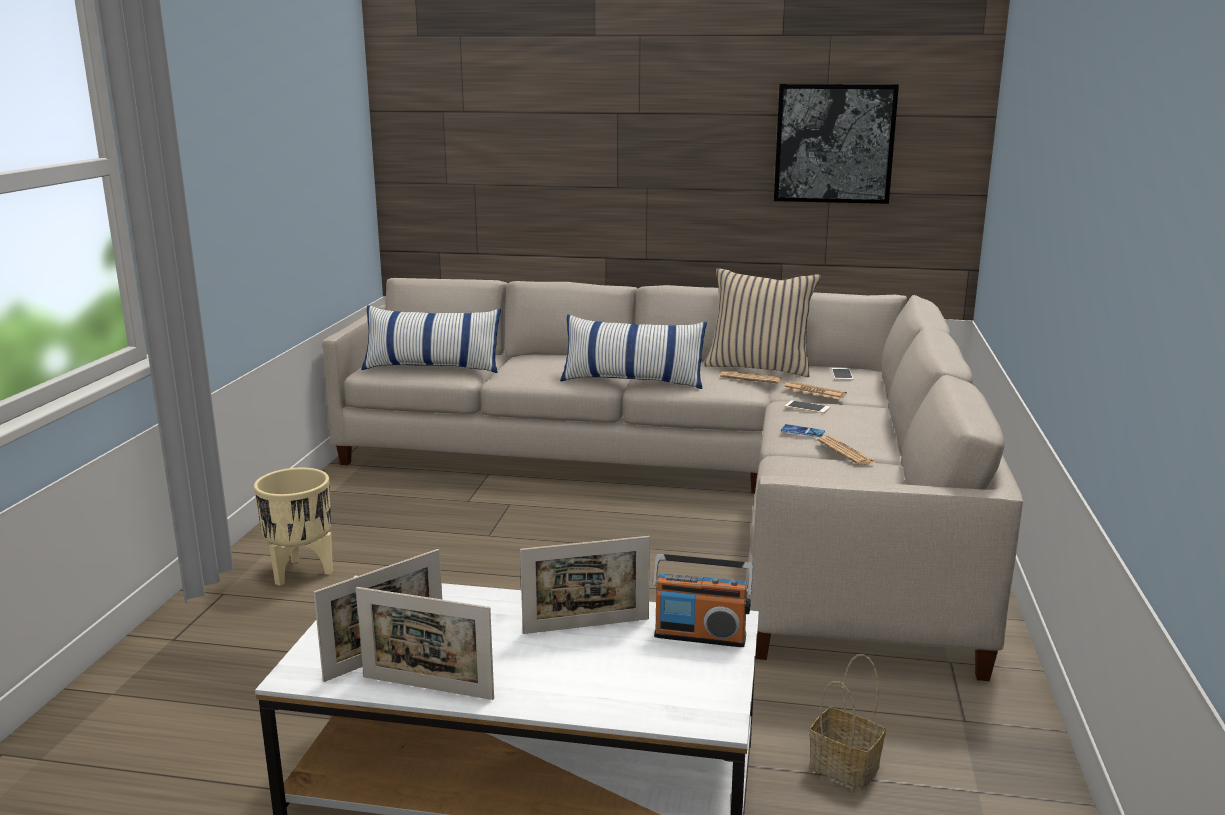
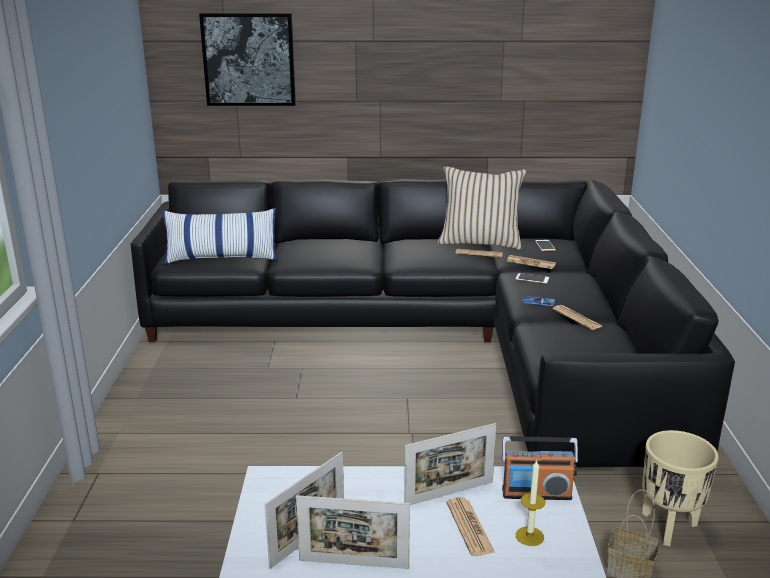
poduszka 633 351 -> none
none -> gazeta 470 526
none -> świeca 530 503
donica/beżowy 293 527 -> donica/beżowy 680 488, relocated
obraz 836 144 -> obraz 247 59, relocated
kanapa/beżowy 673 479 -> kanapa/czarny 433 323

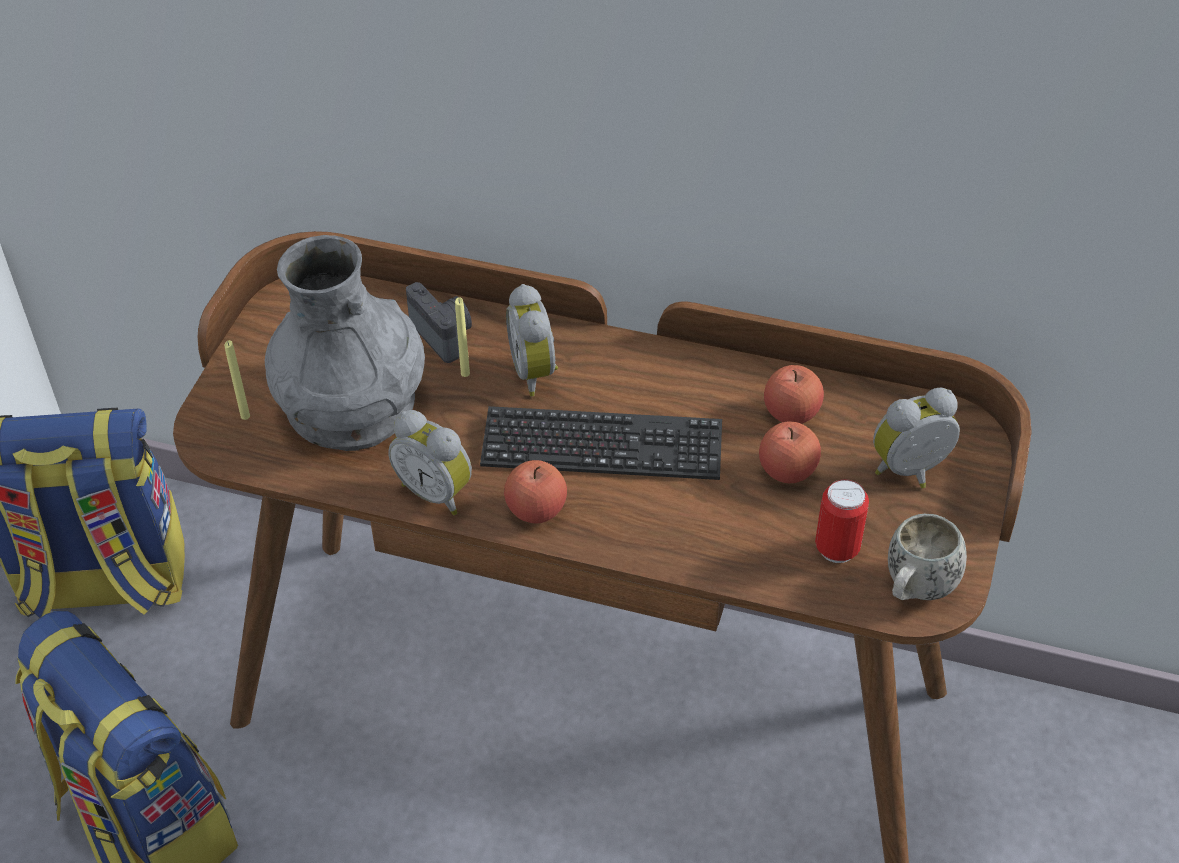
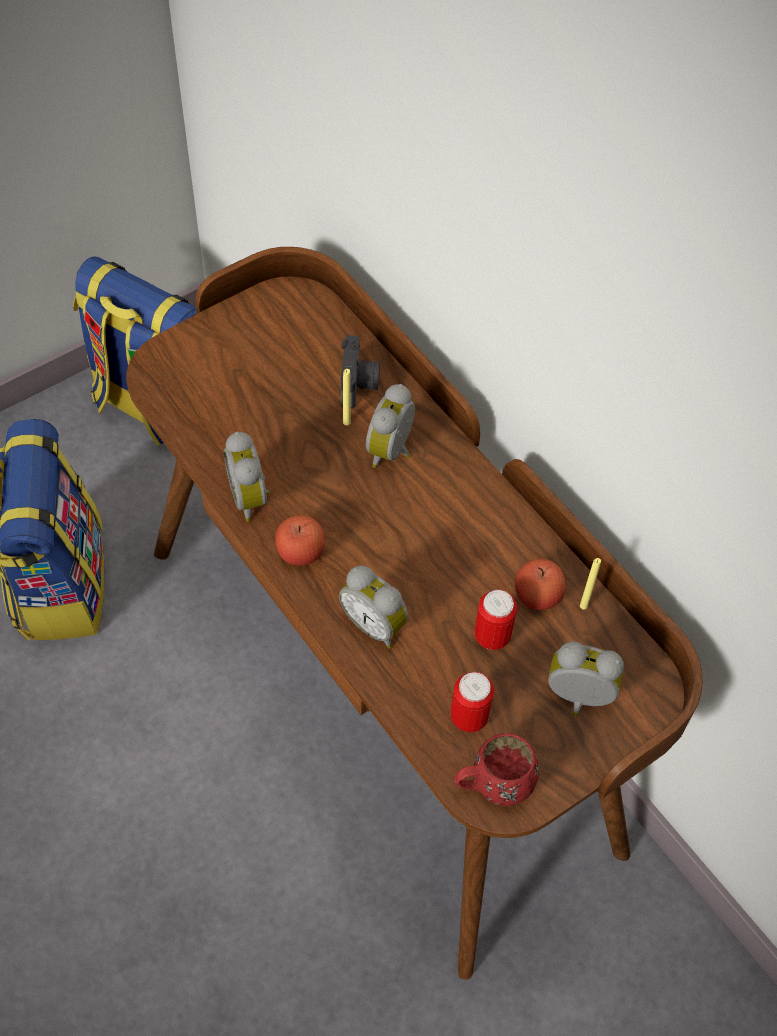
wazon/szary 345 343 -> none
klawiatura 601 443 -> none
none -> budzik 373 607
świeca/żółty 237 380 -> świeca/żółty 590 584, relocated
jabłko 790 452 -> puszka 495 619
kubek/biały 927 557 -> kubek/czerwony 496 769

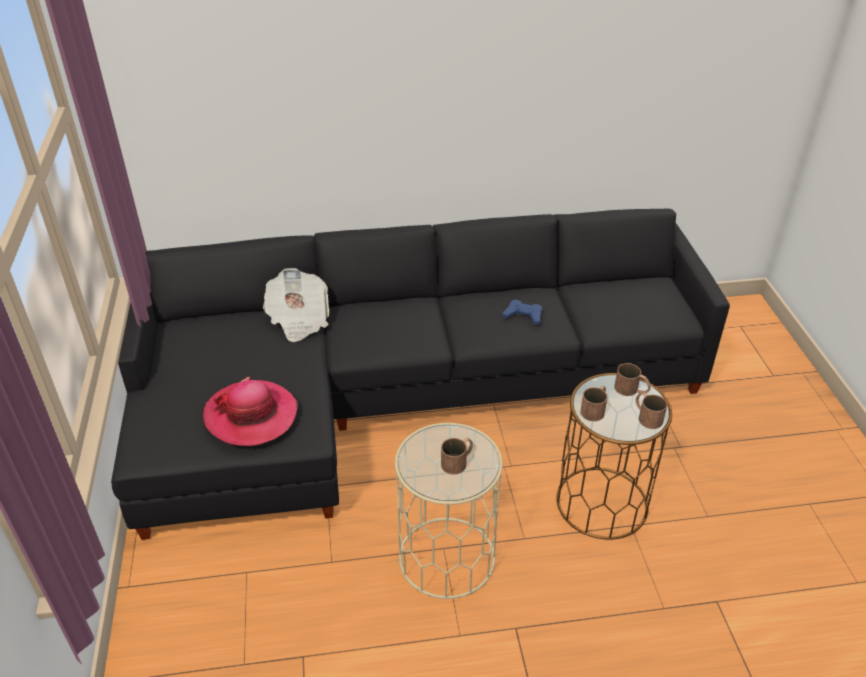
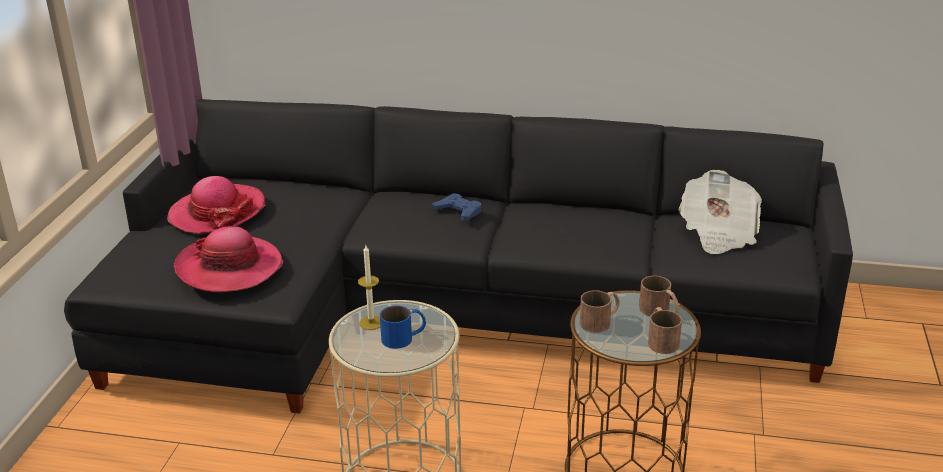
none -> kapelusz 216 205
none -> świeca 369 287
gazeta 296 305 -> gazeta 720 212, relocated
pad do gier/niebieski 522 312 -> pad do gier/niebieski 456 207, relocated
kubek/brązowy 457 456 -> kubek/niebieski 403 327

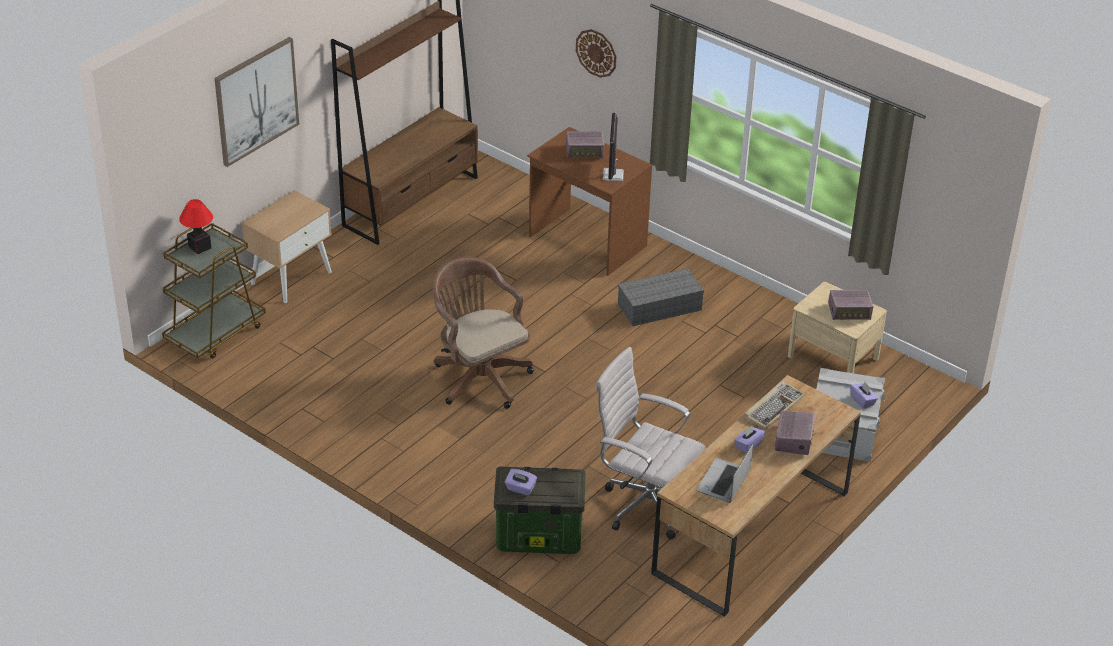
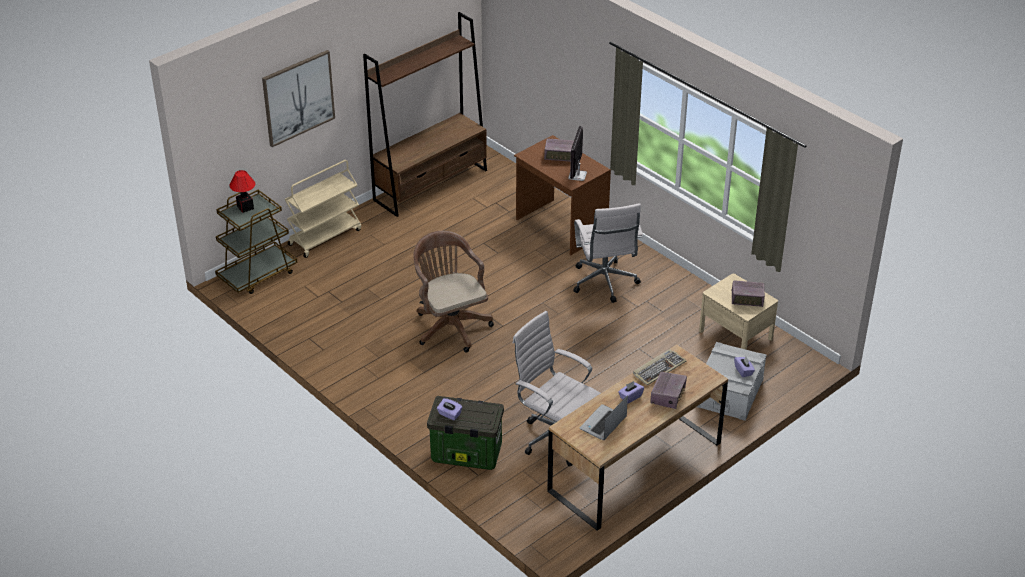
zegar ścienny 596 53 -> none
szafka nocna/beżowy 287 246 -> wózek/beżowy 323 209
pojemnik do przechowywania/szary 661 297 -> krzesło biurowe/biały 608 253

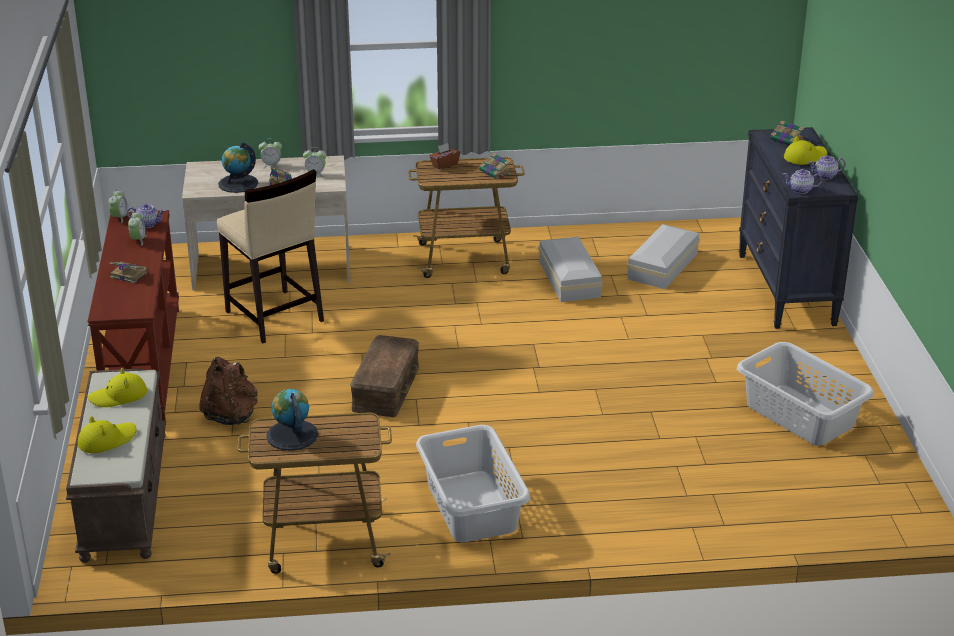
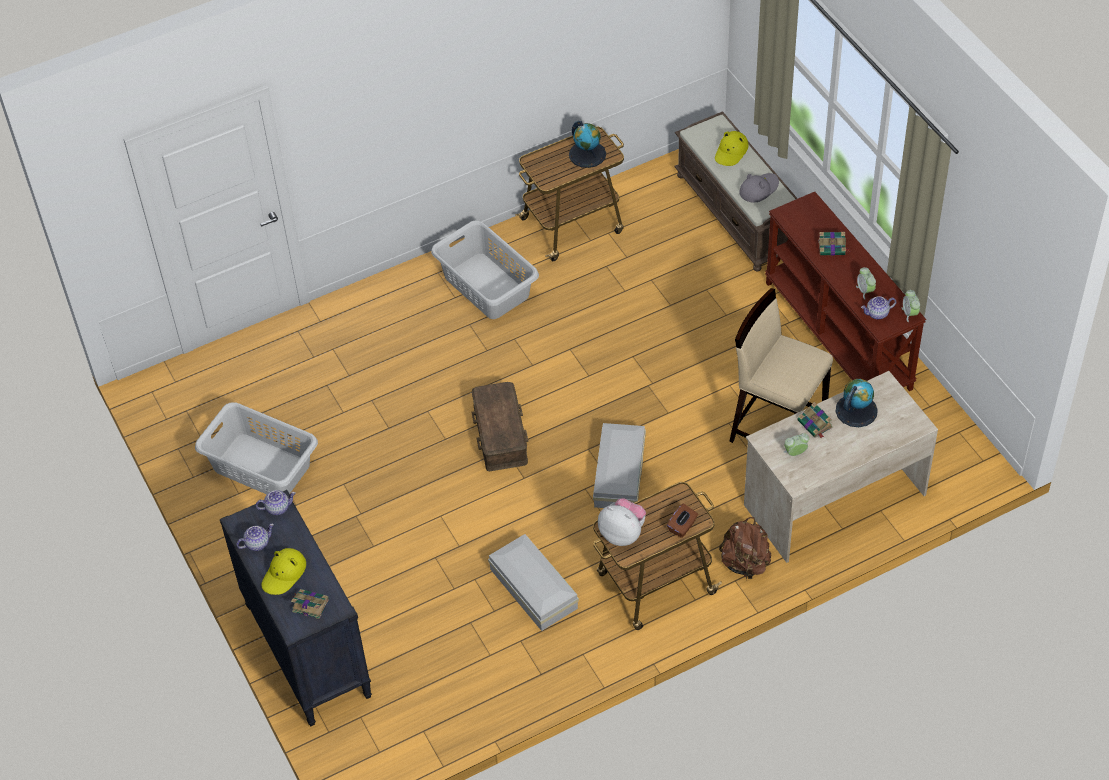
budzik 270 153 -> none
plecak/brązowy 228 391 -> plecak/brązowy 745 549, relocated
pojemnik do przechowywania/brązowy 384 376 -> pojemnik do przechowywania/brązowy 500 426, relocated
pojemnik do przechowywania/biały 663 256 -> pojemnik do przechowywania/biały 619 465, relocated
książka 495 166 -> pluszak 622 522
kapelusz/żółty 117 387 -> kapelusz/szary 759 188

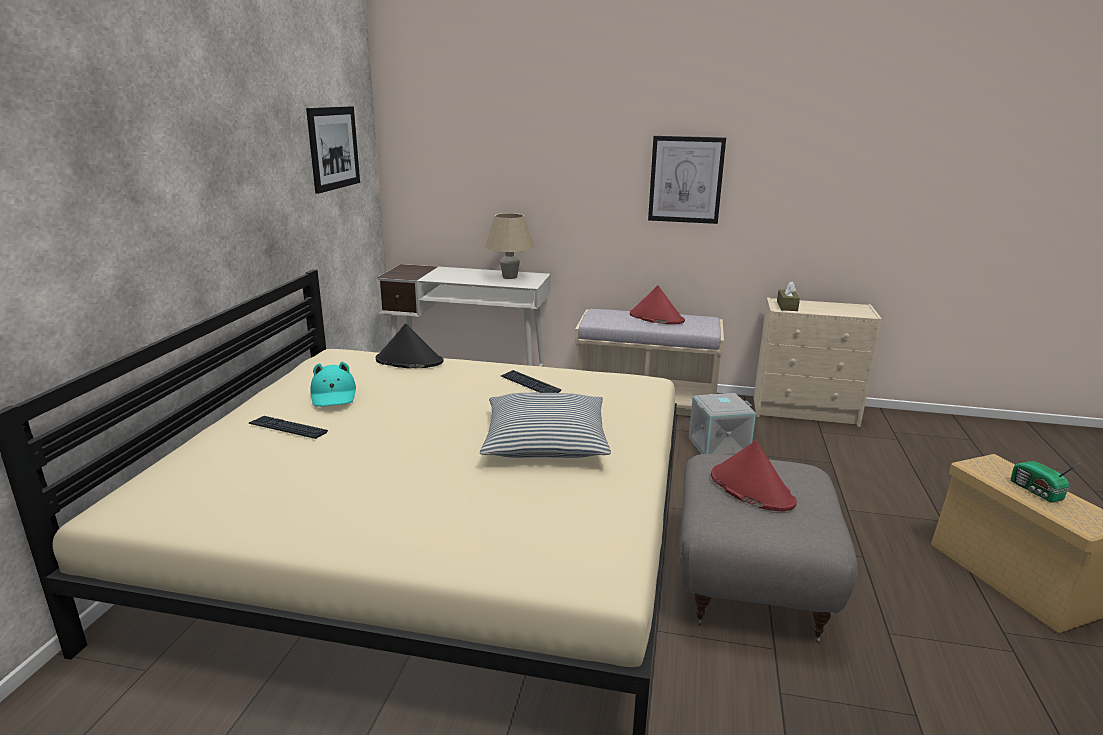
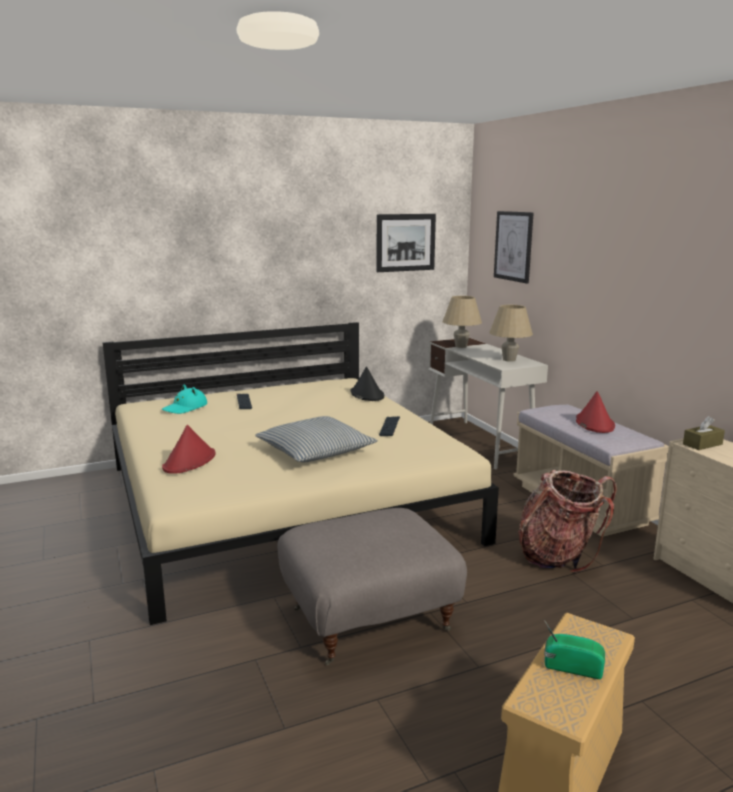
none -> lampa stołowa/beżowy 462 322
kapelusz/turkusowy 333 384 -> kapelusz/turkusowy 184 399, relocated
obraz 687 180 -> obraz 513 247, relocated
kapelusz/czerwony 754 475 -> kapelusz/czerwony 189 449, relocated
pojemnik do przechowywania/szary 722 424 -> plecak 567 521
radio 1046 482 -> radio 574 649, 75 degrees clockwise

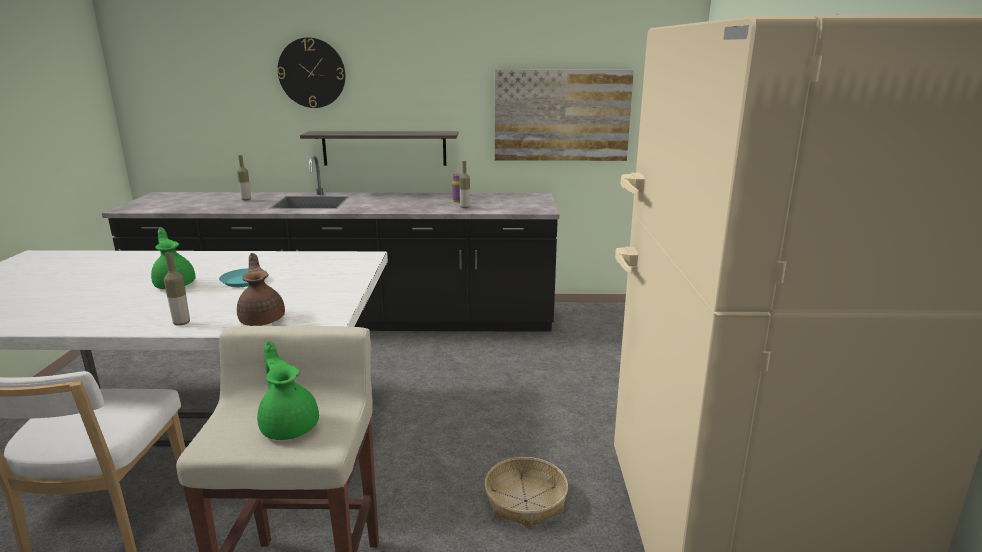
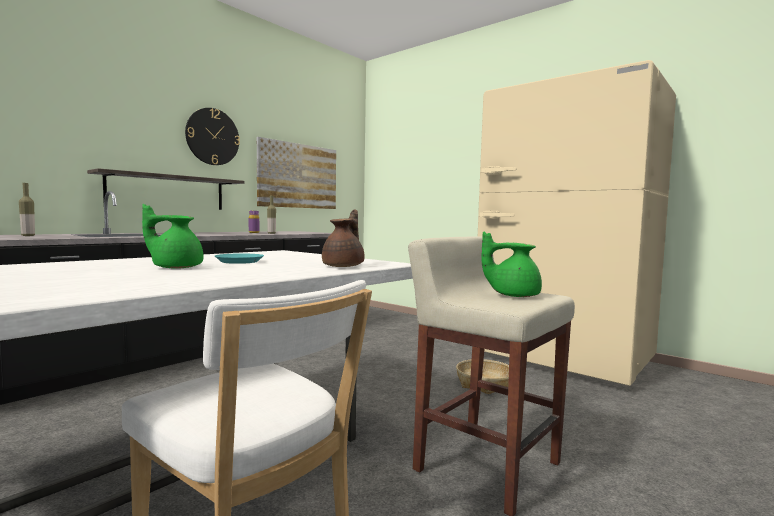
butelka 177 289 -> none
zegar ścienny 311 73 -> zegar ścienny 212 136, relocated
imbryk/brązowy 261 289 -> imbryk/brązowy 343 238, 90 degrees clockwise

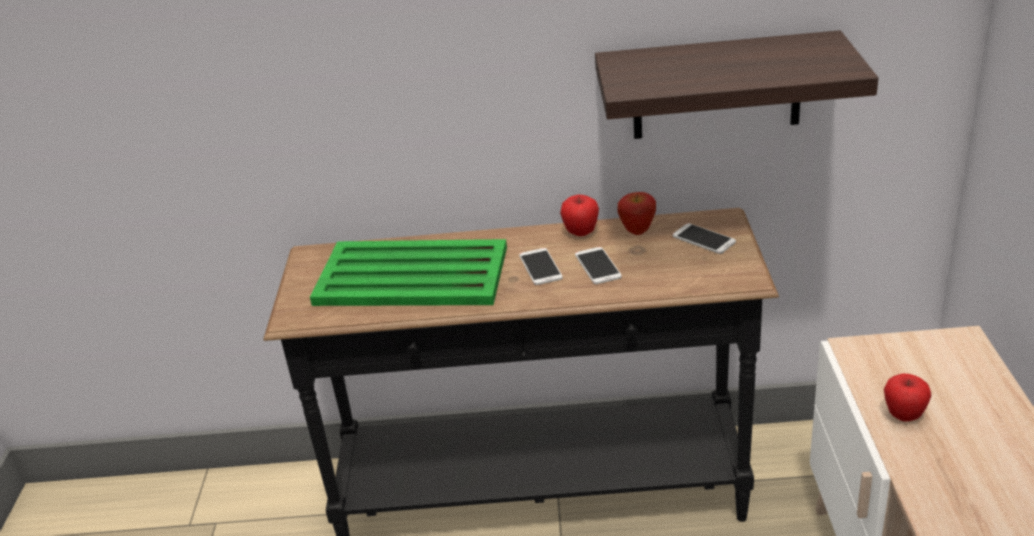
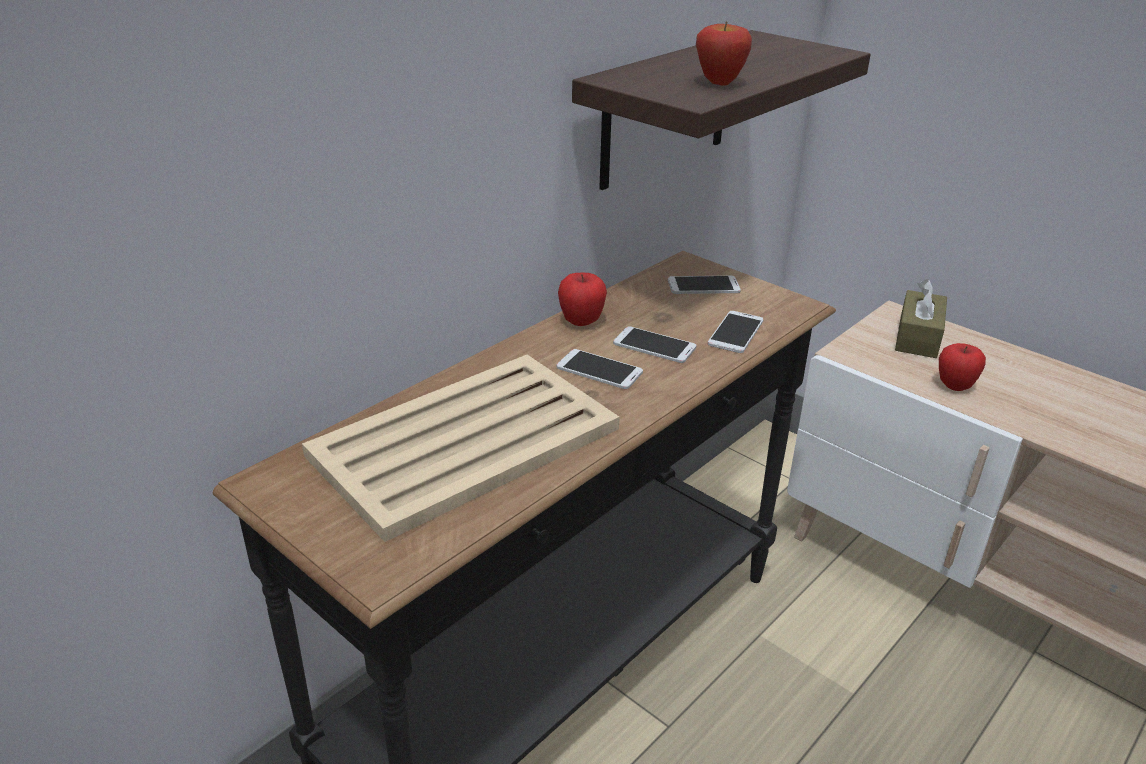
none -> telefon 736 332
none -> pudełko chusteczek/brązowy 921 318
jabłko 637 213 -> jabłko 724 53, relocated
taca/zielony 408 272 -> taca/beżowy 461 448

